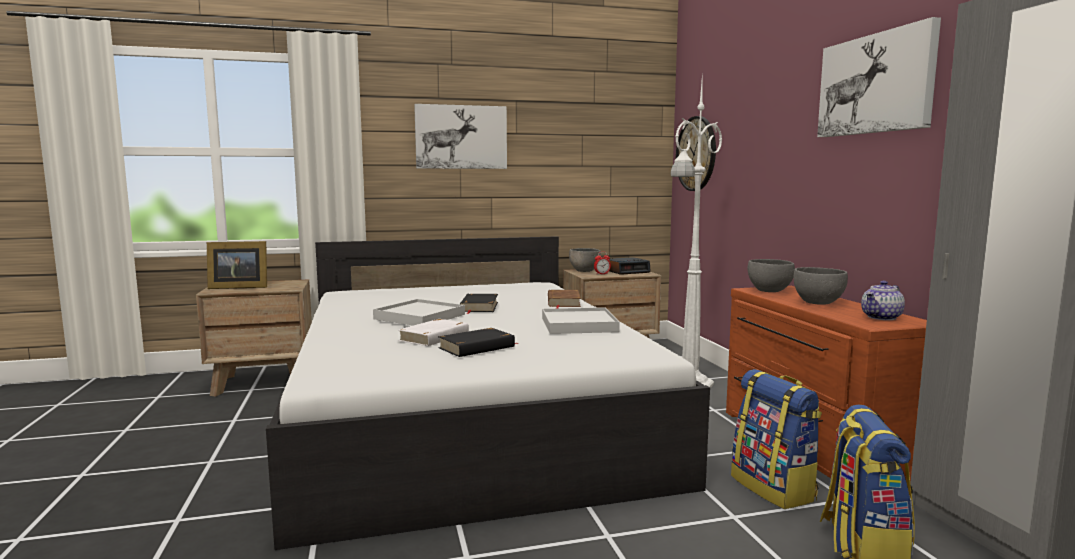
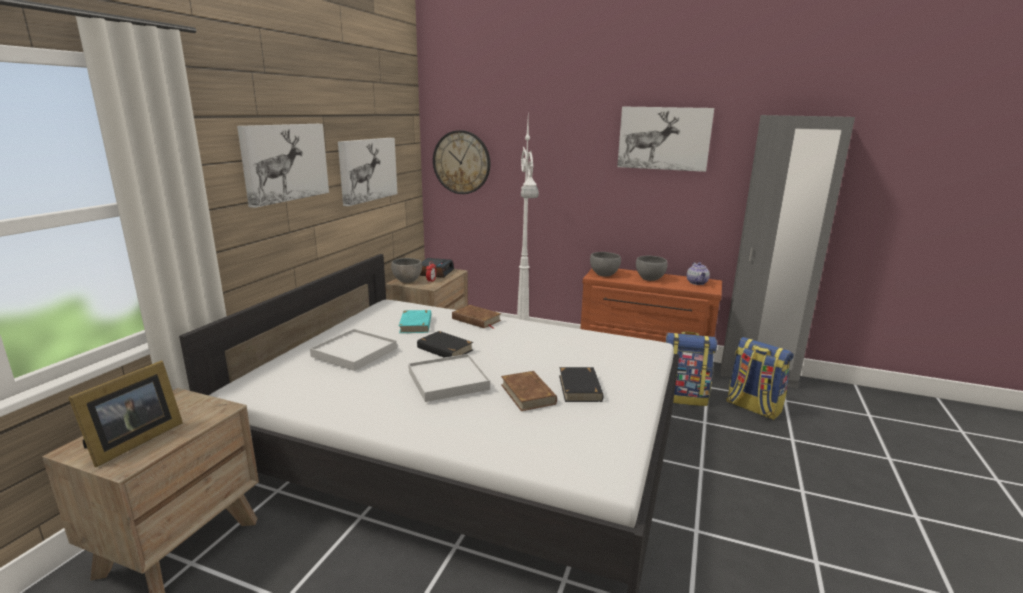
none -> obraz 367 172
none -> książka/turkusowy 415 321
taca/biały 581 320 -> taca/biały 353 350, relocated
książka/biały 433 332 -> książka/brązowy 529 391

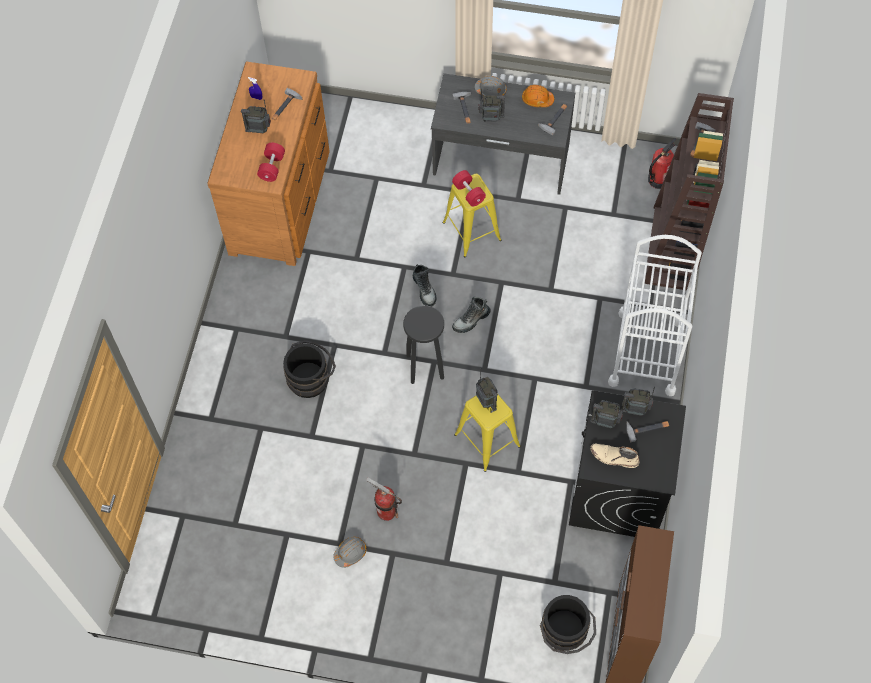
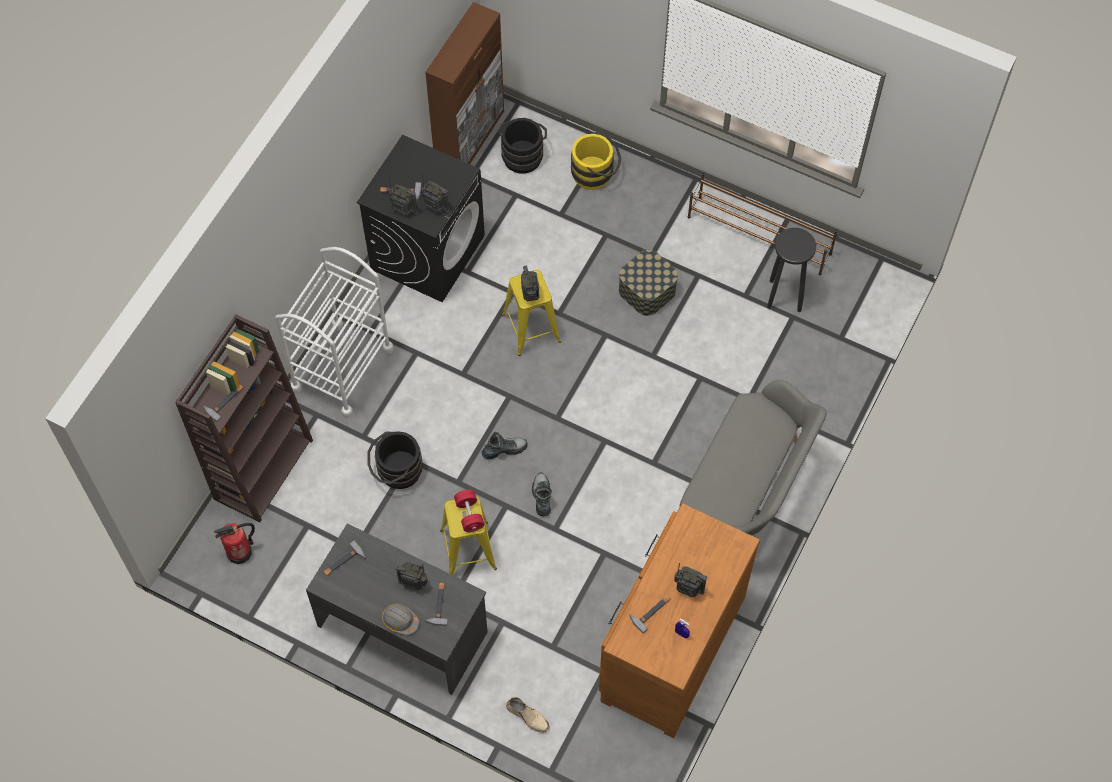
hantel/czerwony 271 162 -> none
kask/szary 350 552 -> none
kask/pomarańczowy 538 96 -> none
none -> wiadro/żółty 596 161
none -> ławka/szary 753 457
none -> regał na buty/brązowy 762 224
wiadro/czarny 309 369 -> wiadro/czarny 395 460, relocated
stołek/czarny 423 344 -> stołek/czarny 791 270, relocated
but z cholewką/beżowy 614 456 -> but z cholewką/beżowy 527 715, relocated
gaśnica 384 499 -> pojemnik do przechowywania 648 283

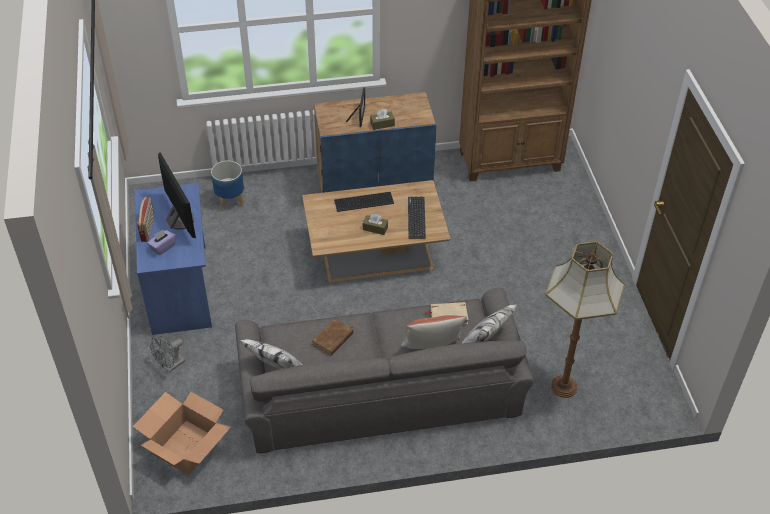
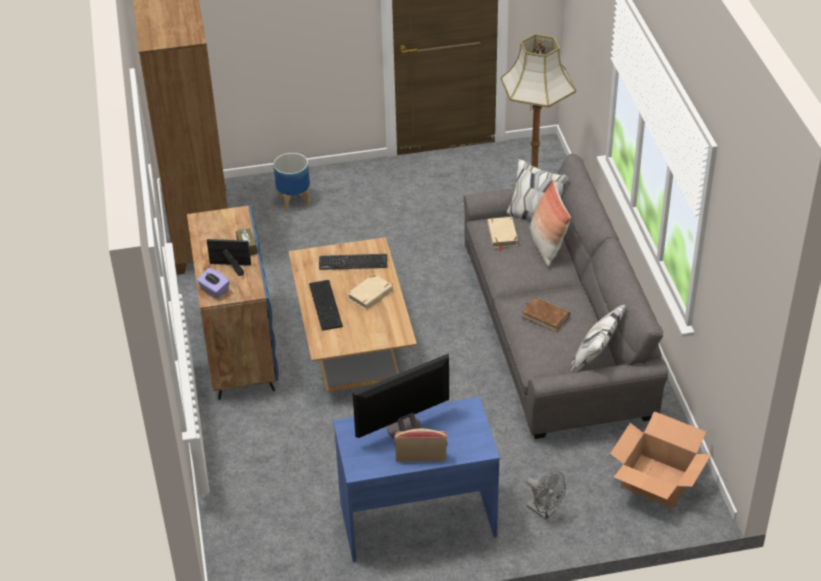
pudełko chusteczek/fioletowy 161 242 -> pudełko chusteczek/fioletowy 213 283, relocated
donica 227 185 -> donica 291 182, relocated
pudełko chusteczek/brązowy 375 224 -> książka/beżowy 370 292

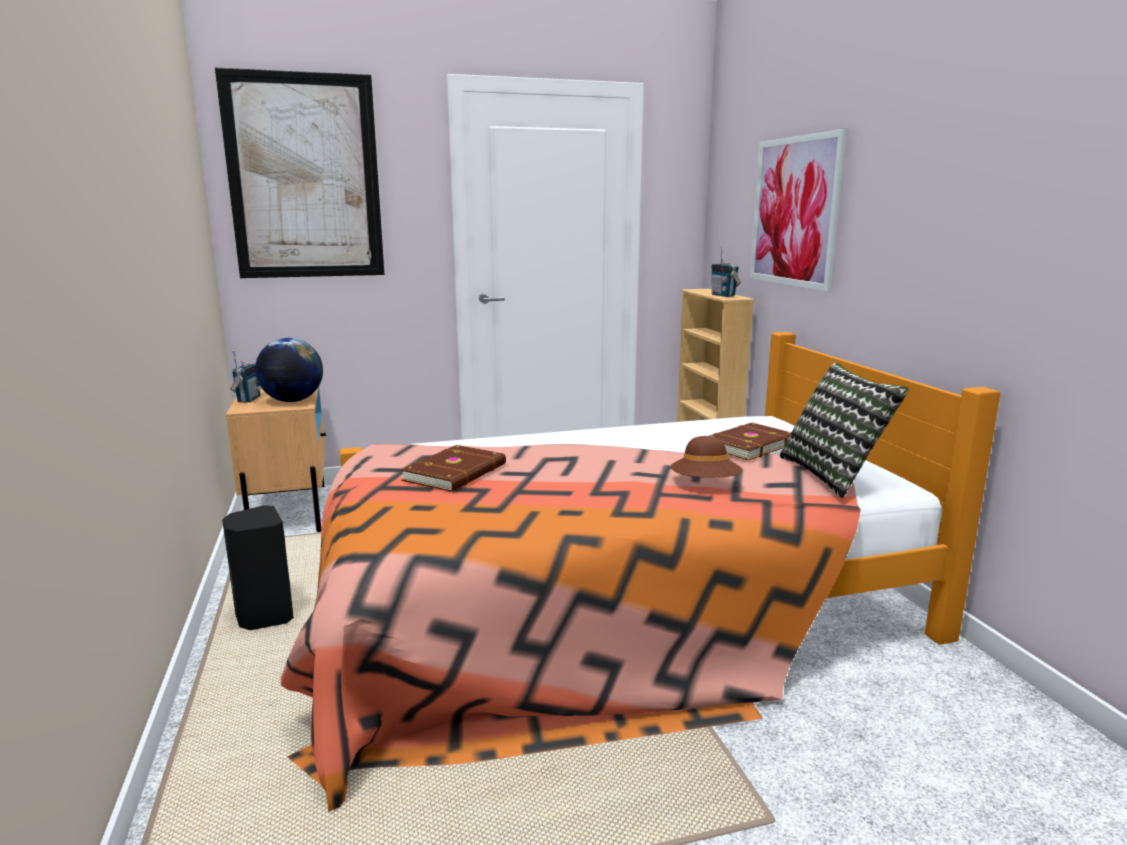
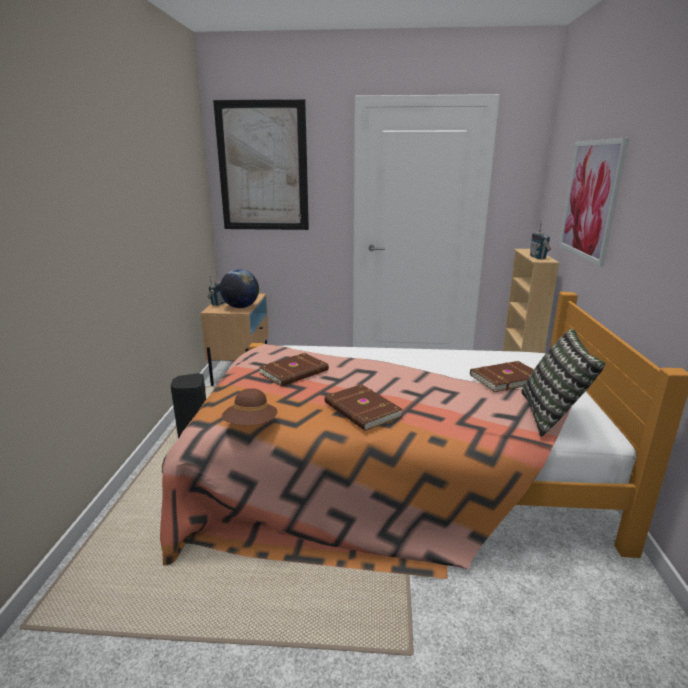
none -> książka/brązowy 363 407
kapelusz/brązowy 707 457 -> kapelusz/brązowy 249 406, relocated

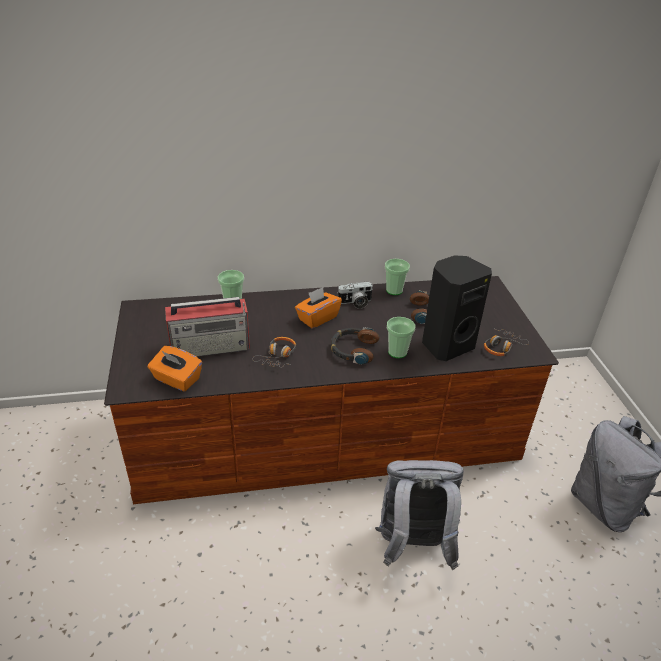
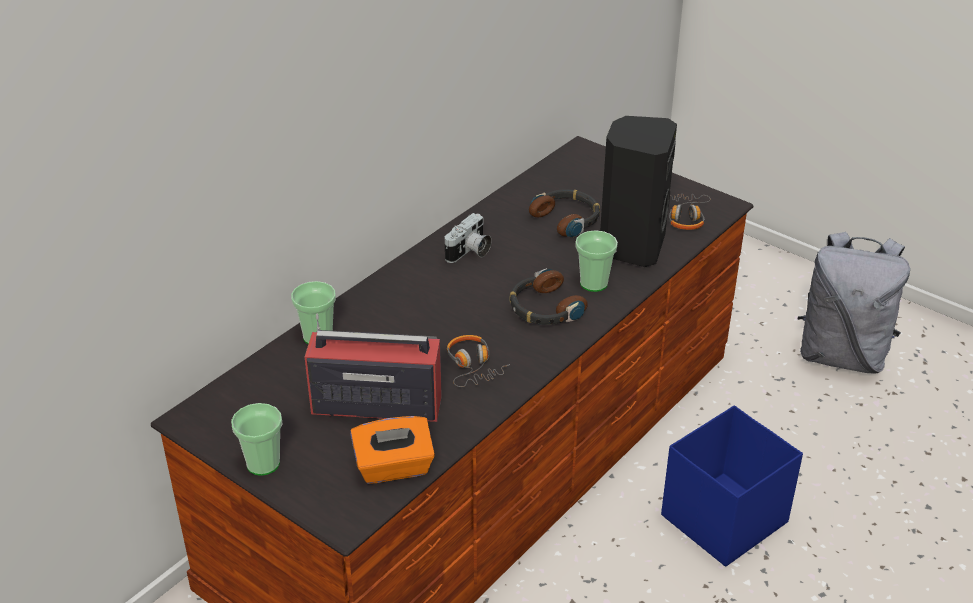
pudełko chusteczek/pomarańczowy 318 308 -> none
filiżanka 397 277 -> filiżanka 256 439, relocated
plecak/szary 419 515 -> pojemnik do przechowywania/niebieski 732 486
radio 207 327 -> radio 373 367, 120 degrees counterclockwise

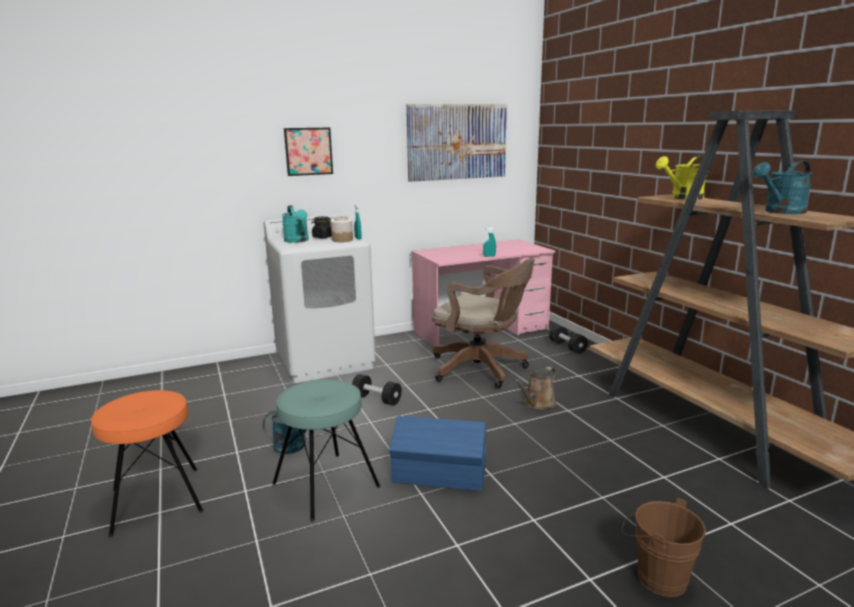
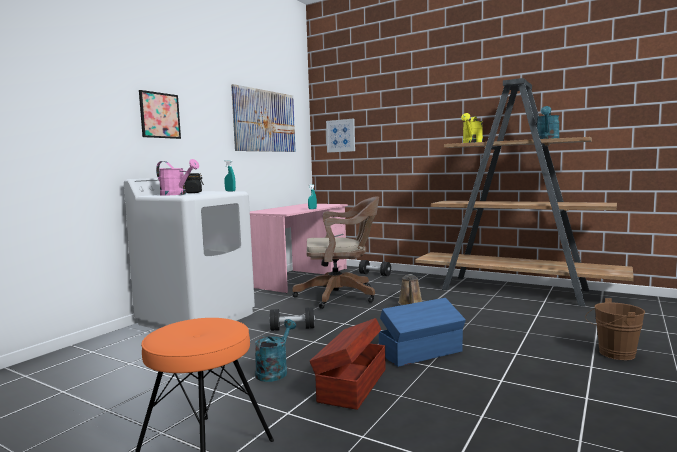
słoik 342 229 -> none
none -> obraz 340 136
stołek/turkusowy 326 451 -> pojemnik do przechowywania/brązowy 348 364
konewka/turkusowy 295 224 -> konewka/różowy 177 177

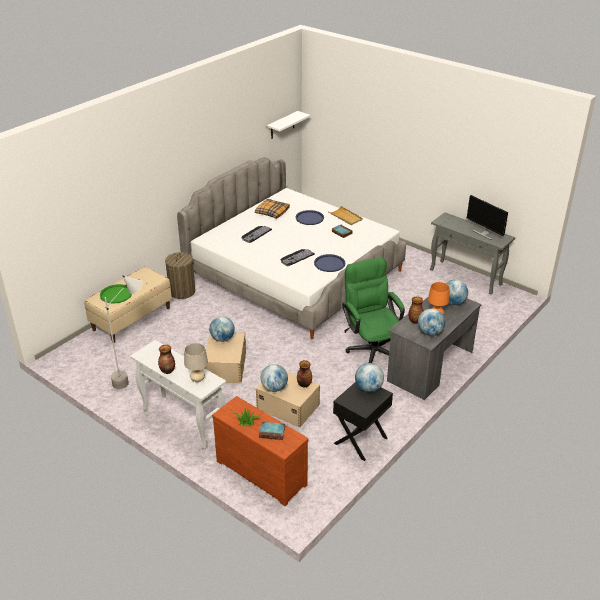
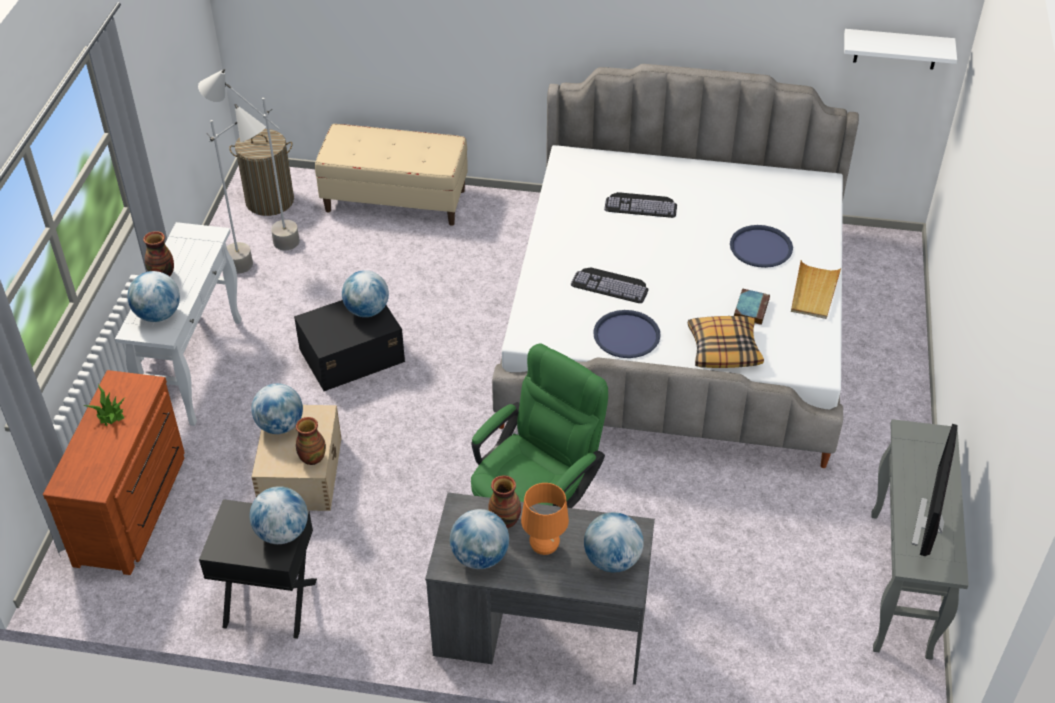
taca/zielony 116 293 -> none
książka 272 431 -> none
none -> lampa stojąca/szary 249 159
kosz na pranie 180 275 -> kosz na pranie 261 172, relocated
poduszka 272 209 -> poduszka 726 342, relocated
lampa stołowa/beżowy 196 363 -> globus 153 296
pojemnik do przechowywania/beżowy 225 358 -> pojemnik do przechowywania/czarny 349 345

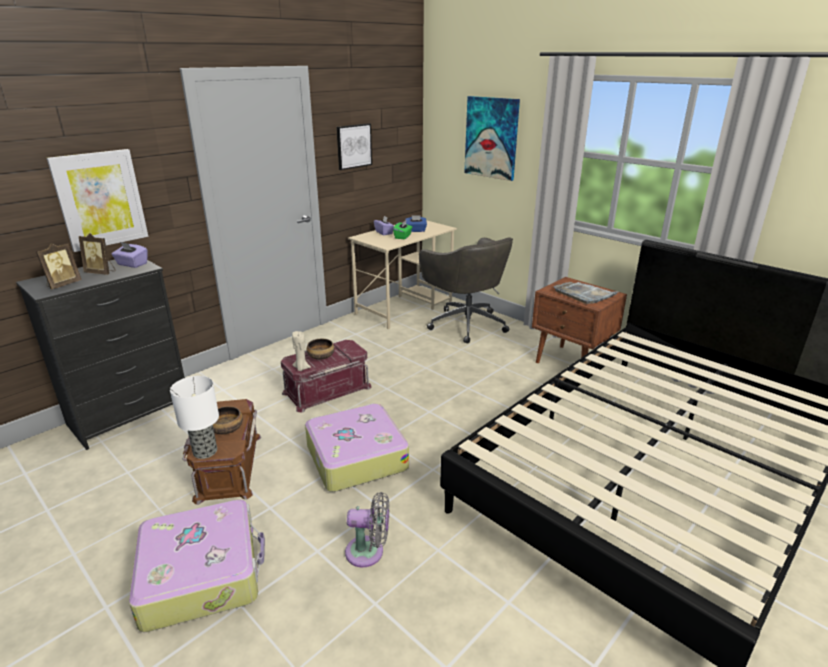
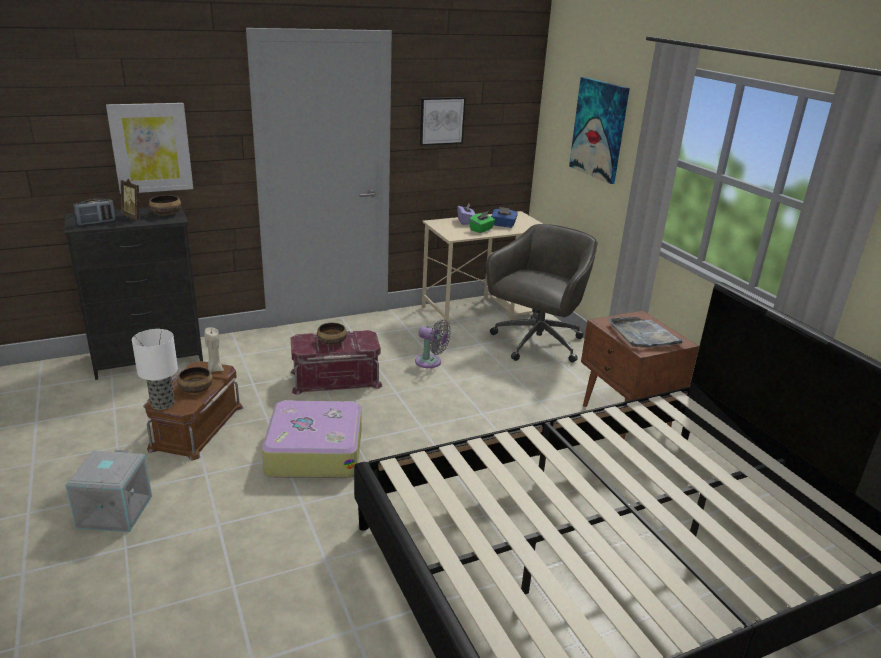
świeca/beżowy 301 351 -> świeca/beżowy 214 350, relocated
wentylator/szary 367 529 -> wentylator/szary 433 343, relocated
ramka na zdjęcie 59 266 -> radio 94 212
pudełko chusteczek/fioletowy 129 255 -> miska 165 205
walizka 197 566 -> pojemnik do przechowywania/szary 108 491
krzesło biurowe/szary 466 290 -> krzesło biurowe/szary 541 293, 135 degrees counterclockwise

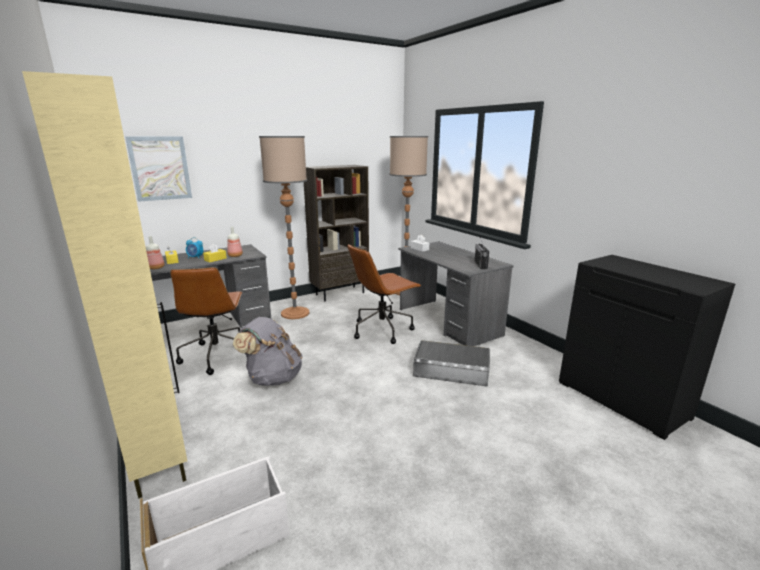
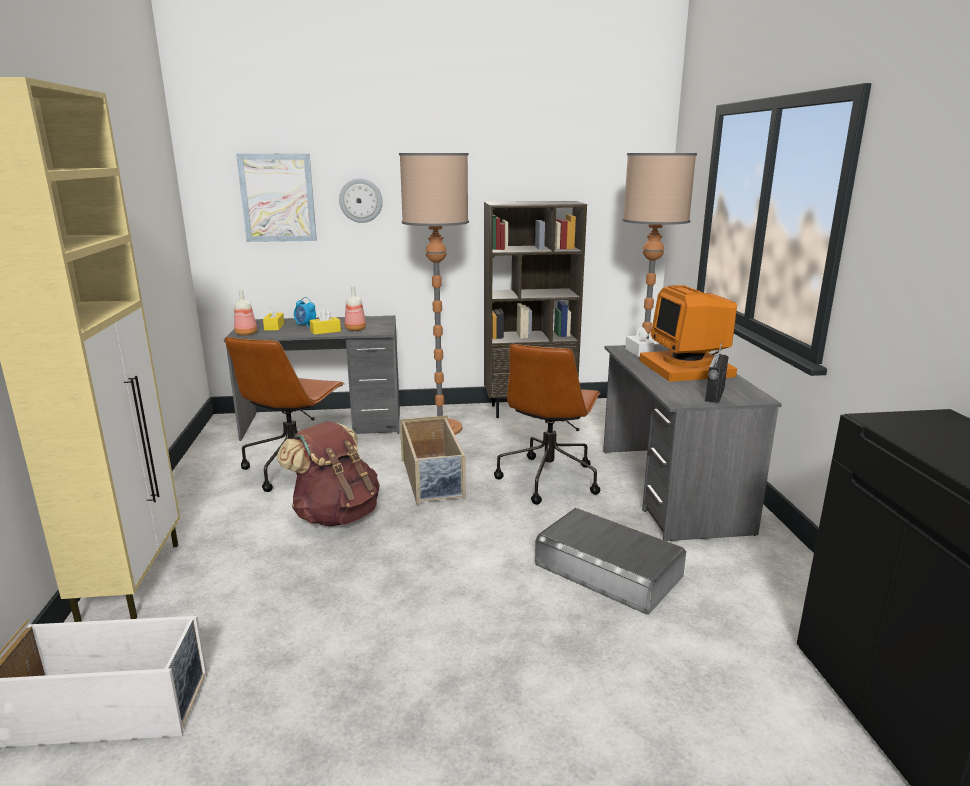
none -> zegar ścienny 361 200
none -> pojemnik do przechowywania/beżowy 433 460
none -> monitor 688 333
plecak/szary 268 351 -> plecak/brązowy 328 473
krzesło biurowe/brązowy 384 294 -> krzesło biurowe/brązowy 547 424, 60 degrees counterclockwise

